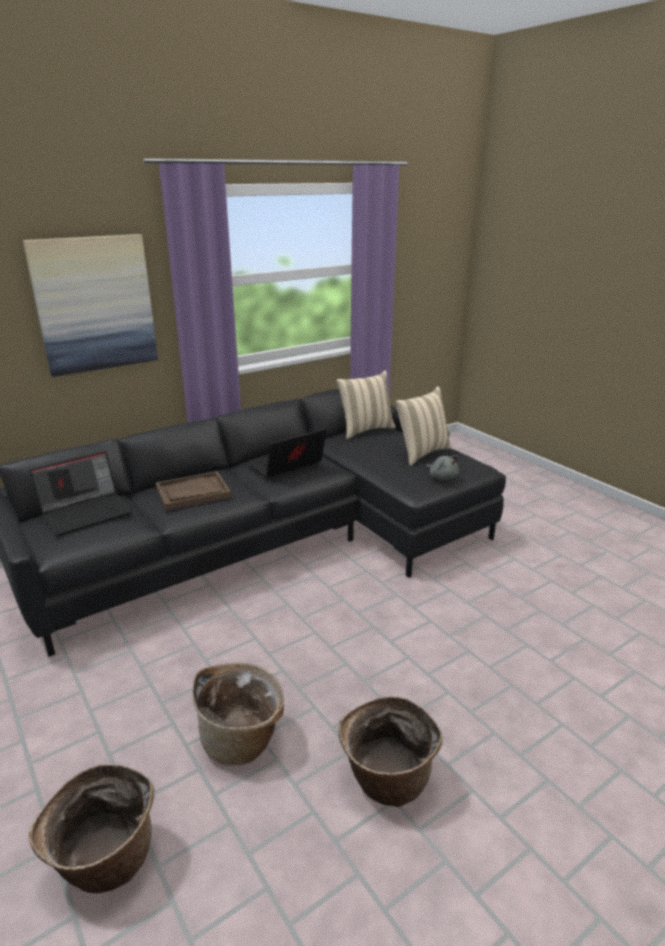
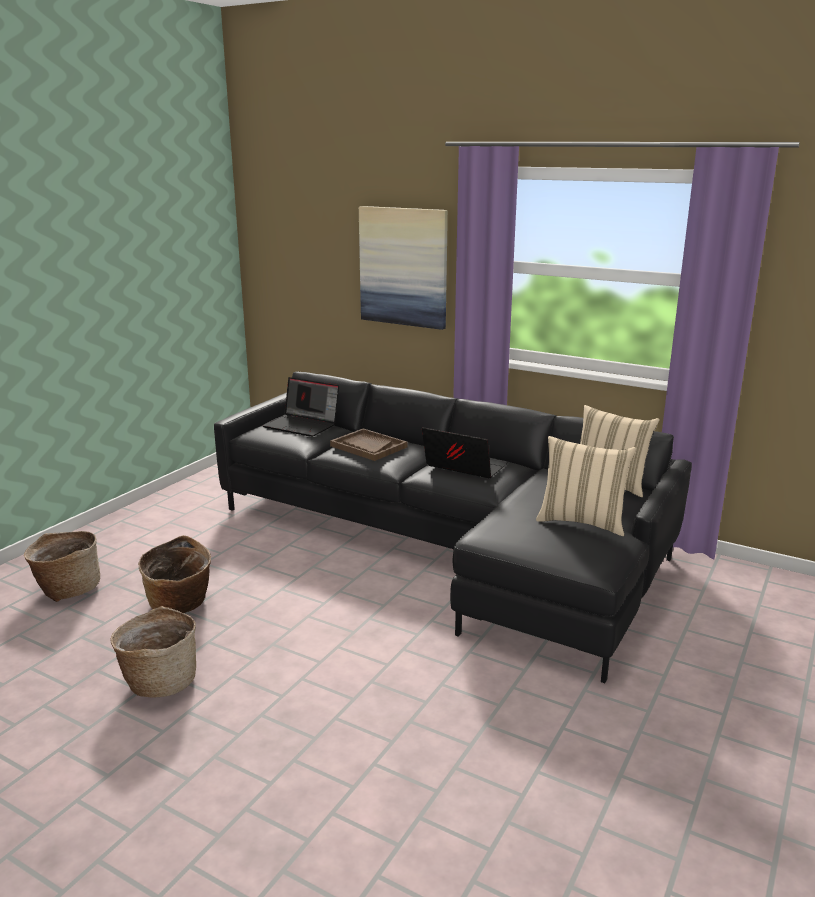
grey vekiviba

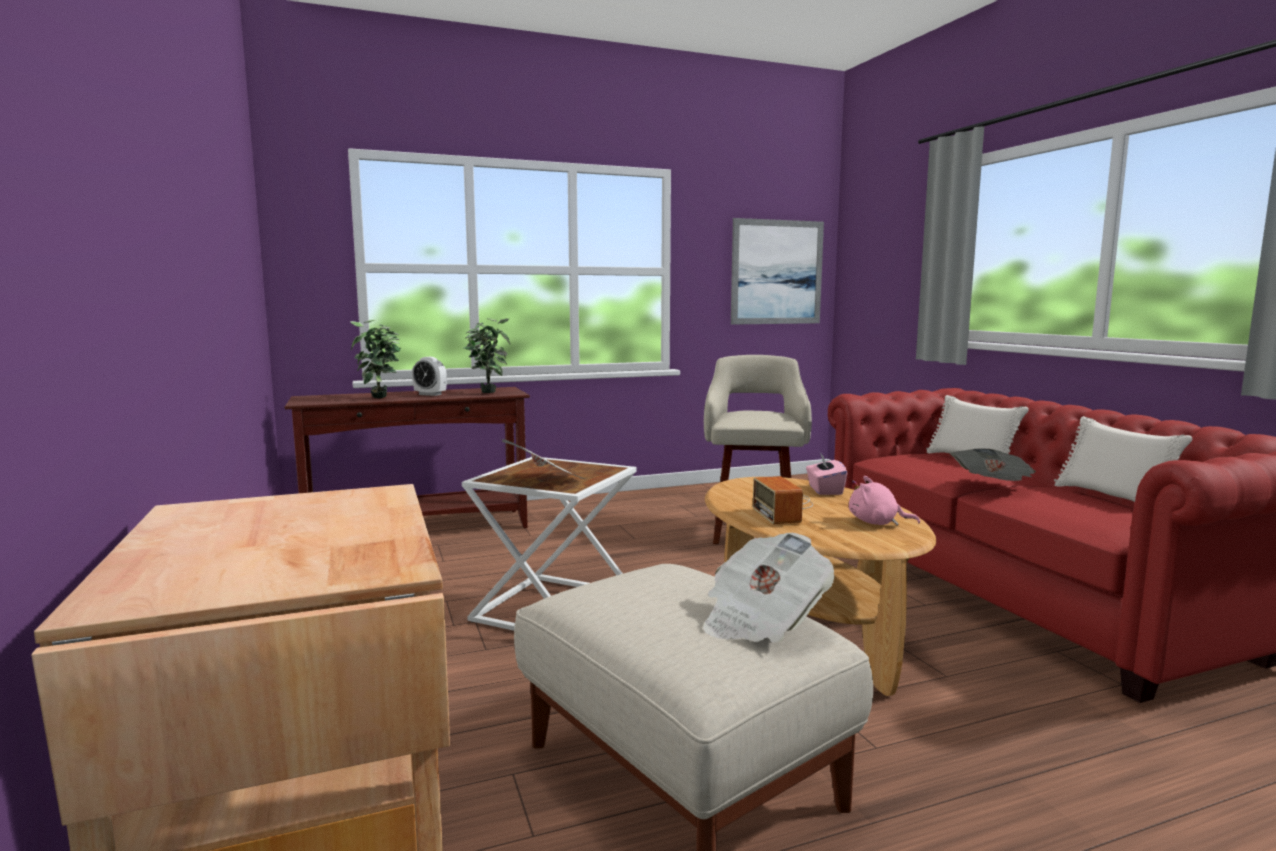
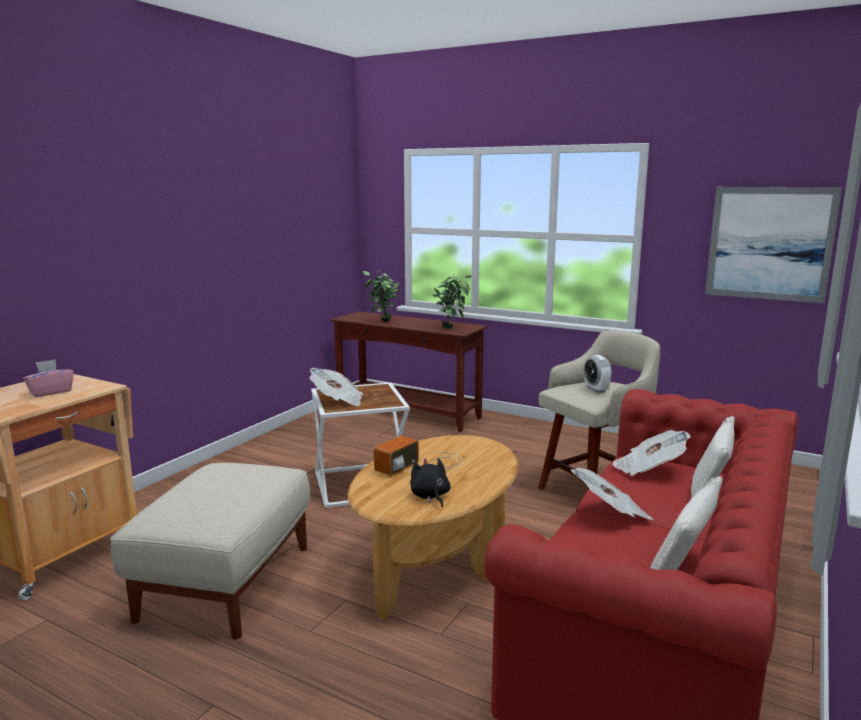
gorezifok
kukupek (3rd from left)
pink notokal
black vekiviba

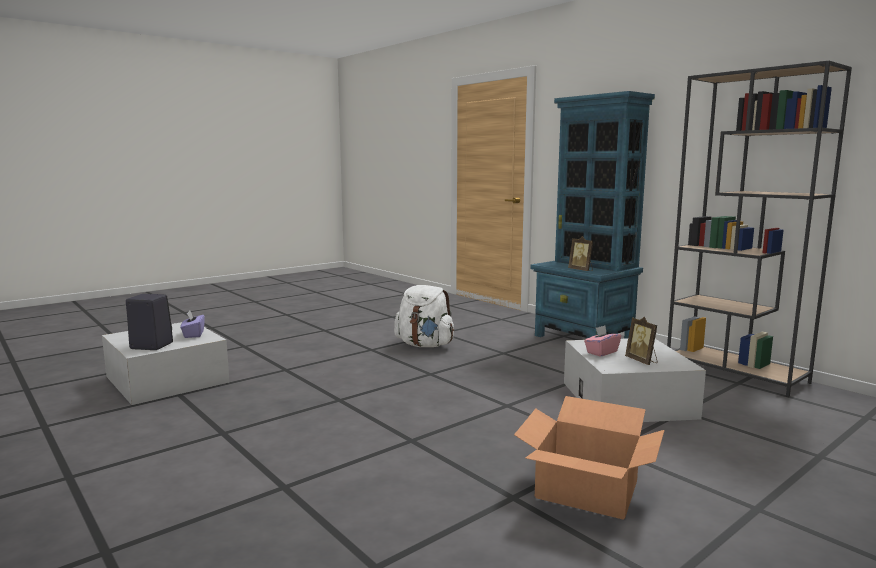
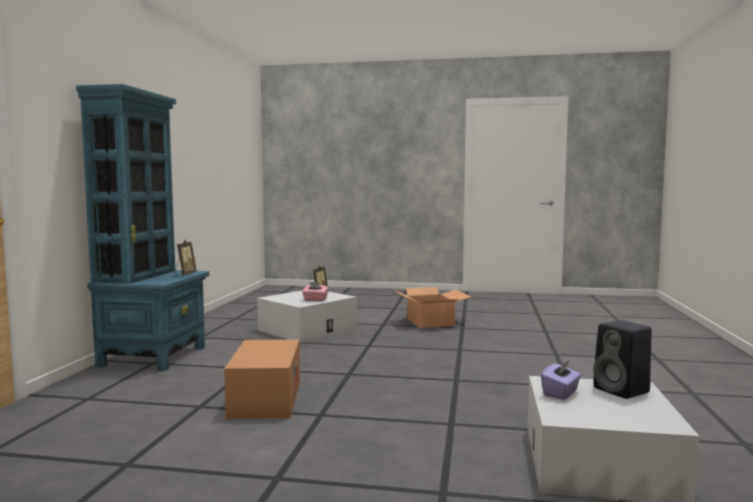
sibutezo (1st from left)
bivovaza

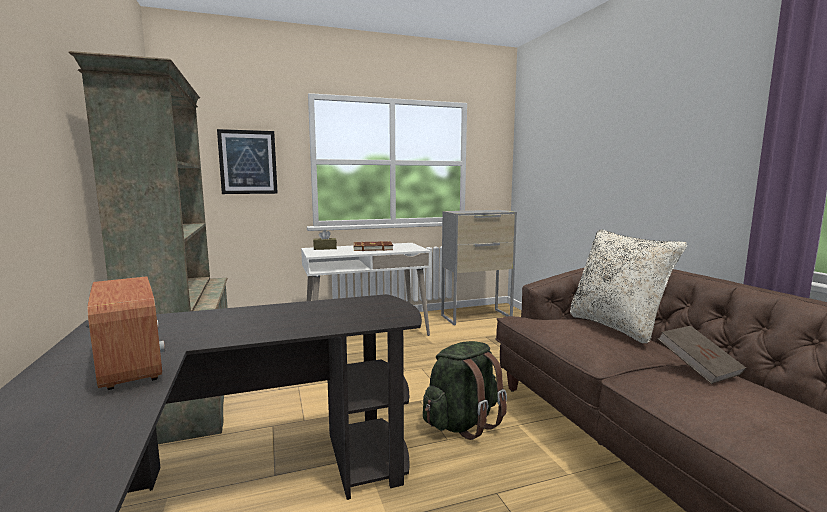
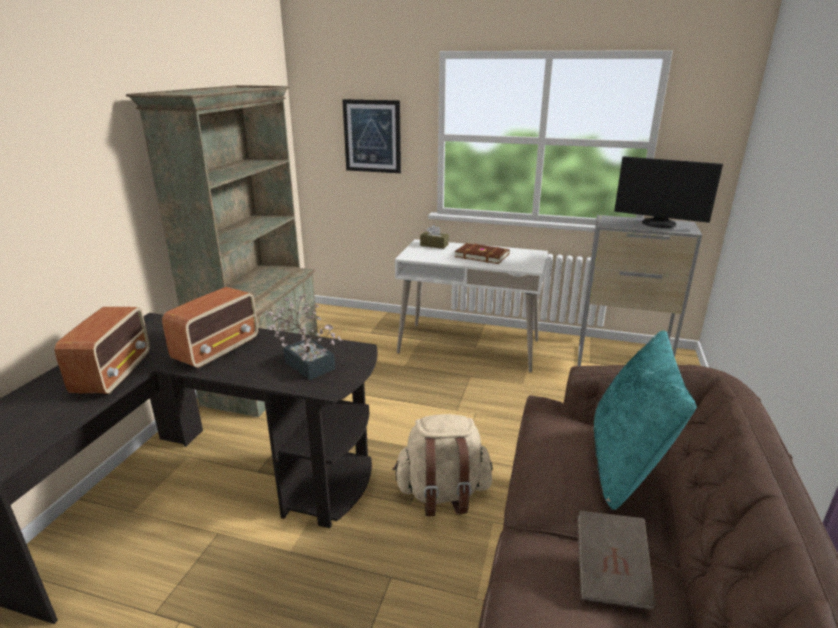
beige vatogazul
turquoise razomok
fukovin (2nd from left)
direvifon
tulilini

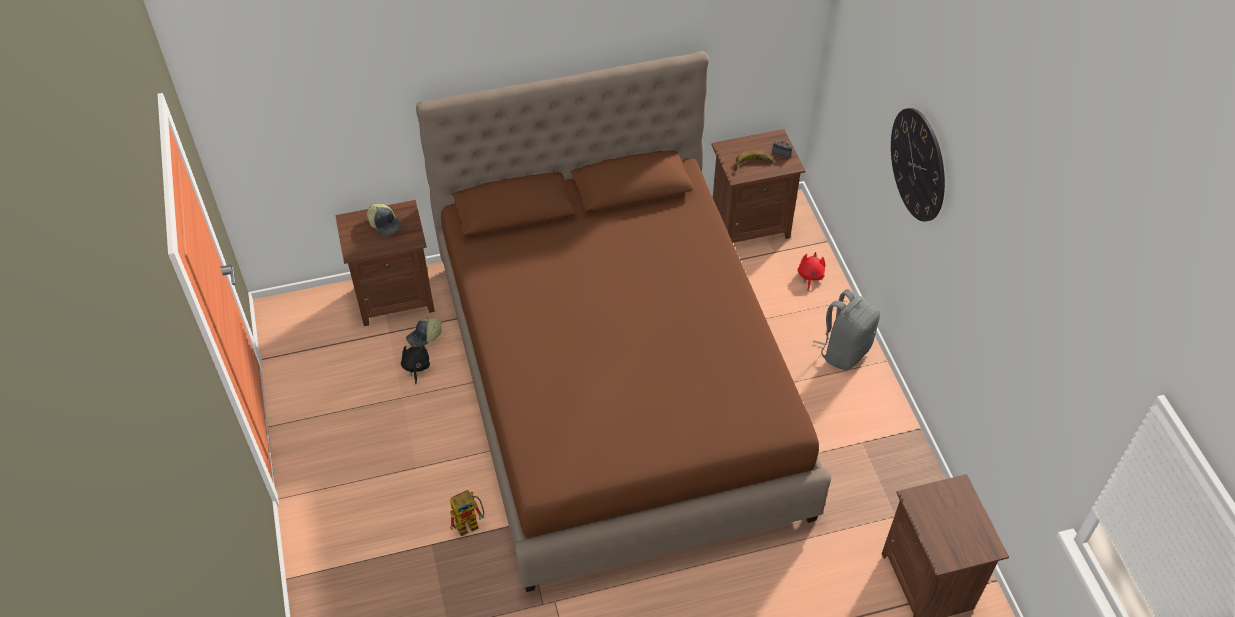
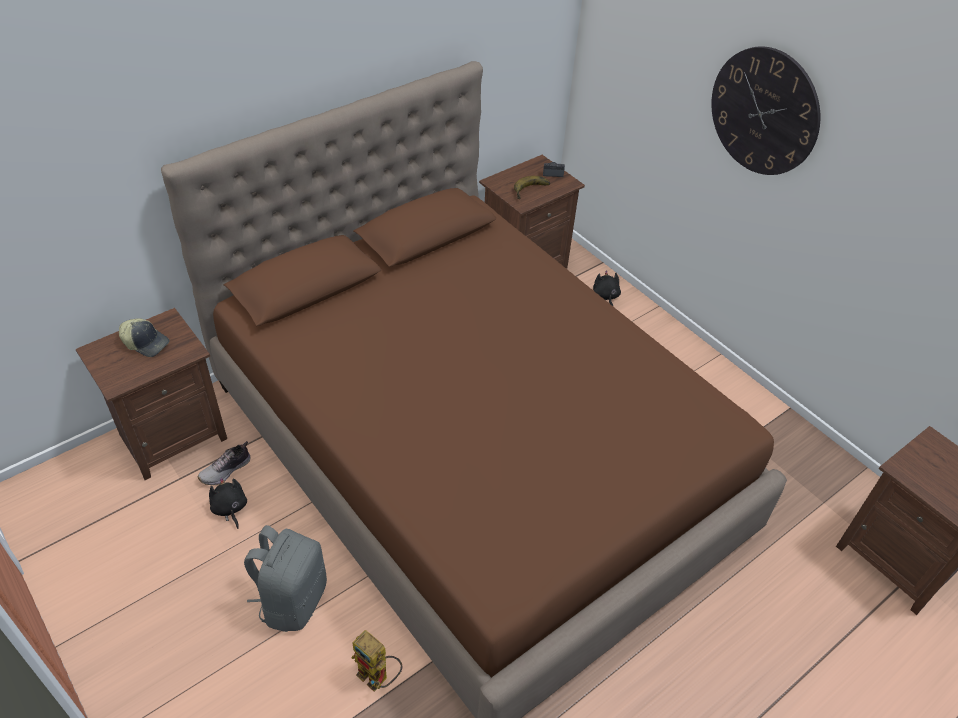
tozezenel
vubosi
black vekiviba (2nd from left)
grey vatogazul

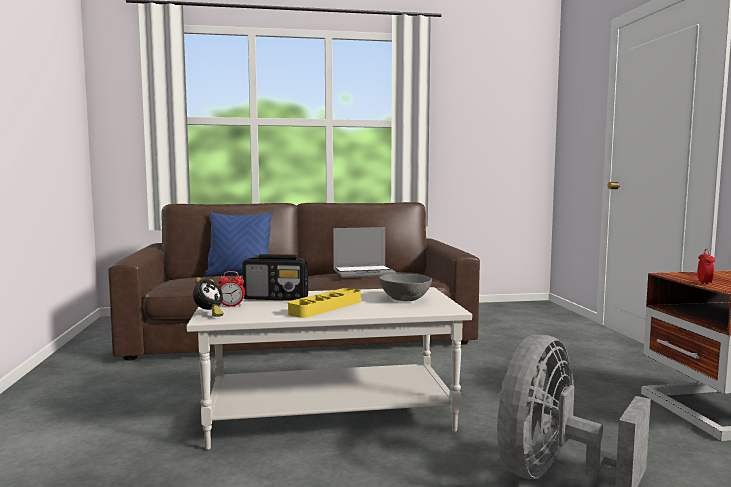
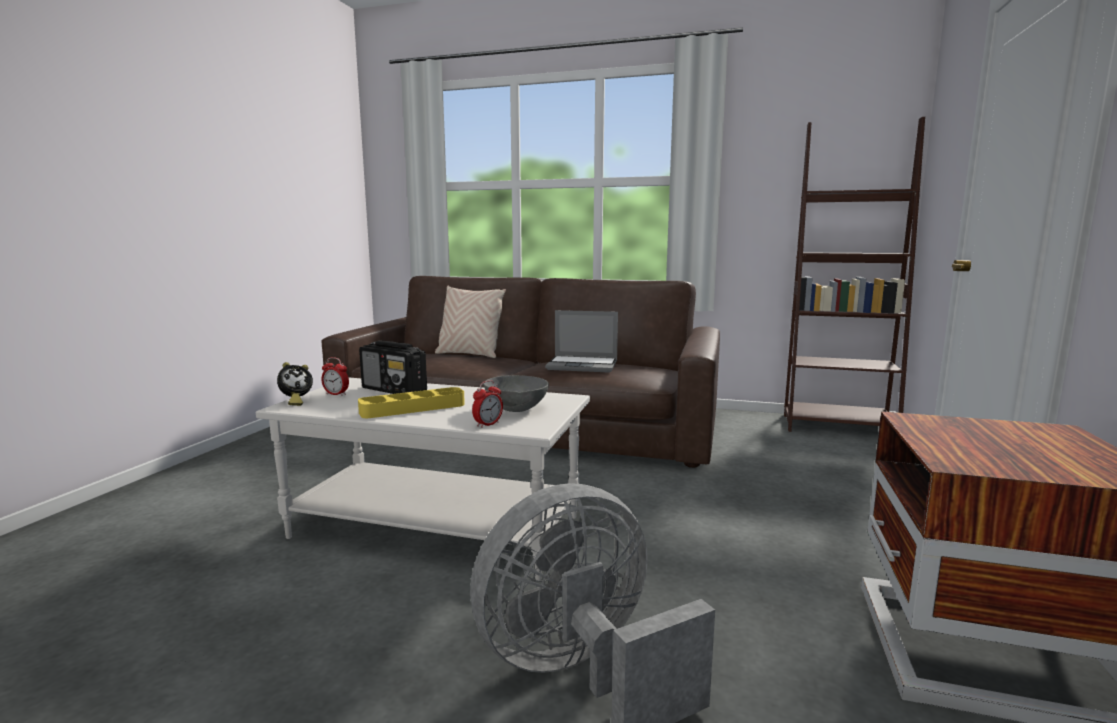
beige razomok
gorezifok (3rd from left)
brown bivovaza

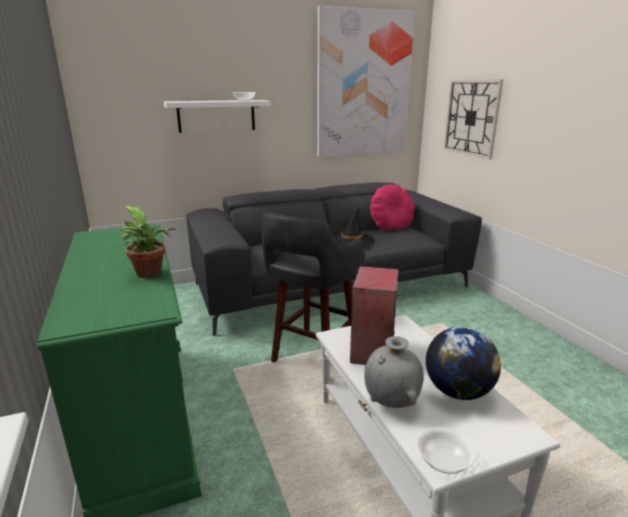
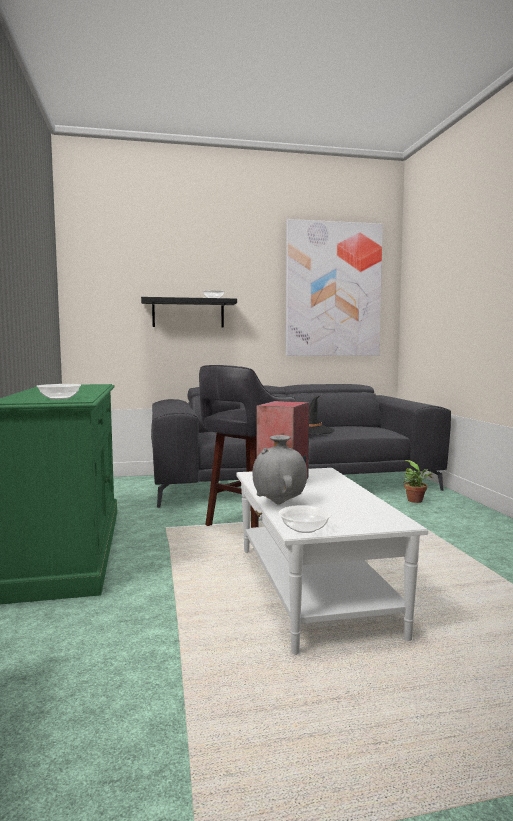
direvifon
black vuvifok
pink razomok
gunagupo
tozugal
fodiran (1st from left)

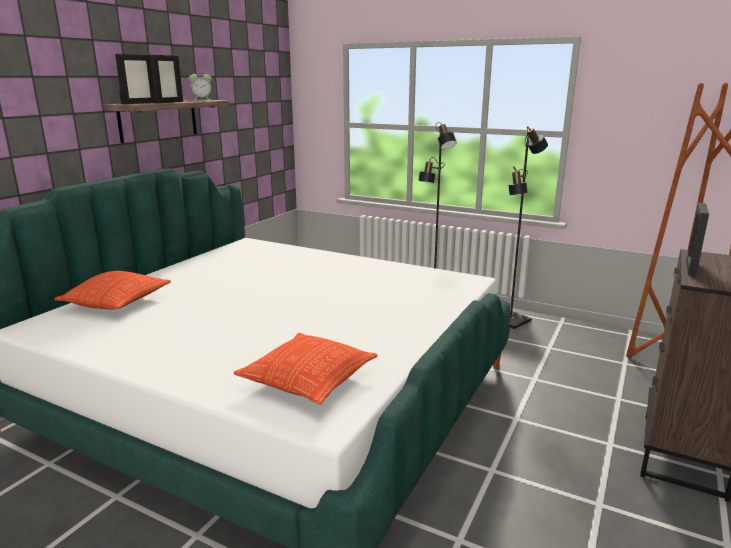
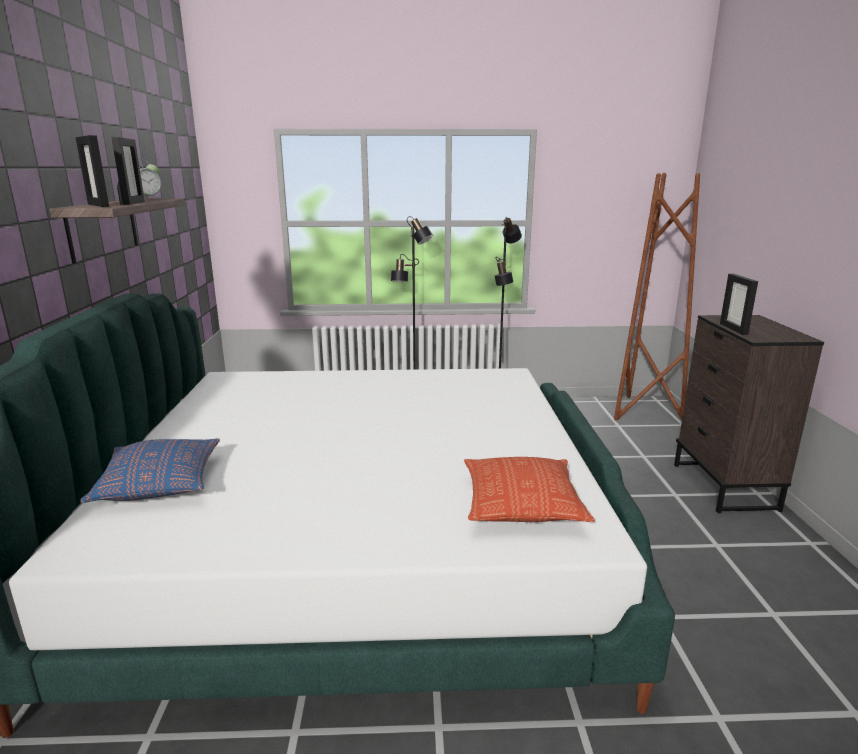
blue razomok
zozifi (1st from left)

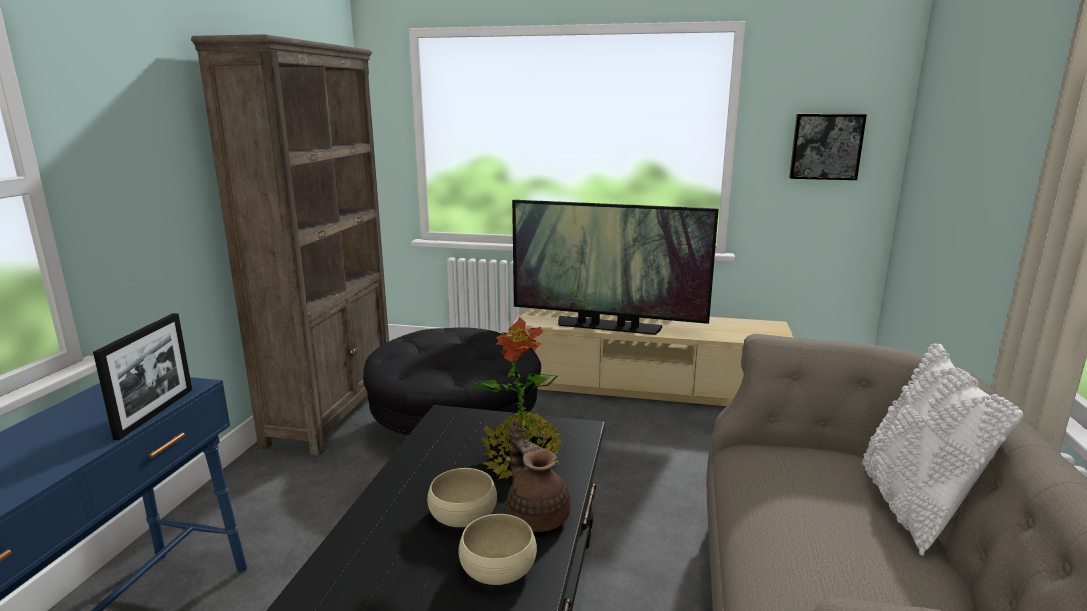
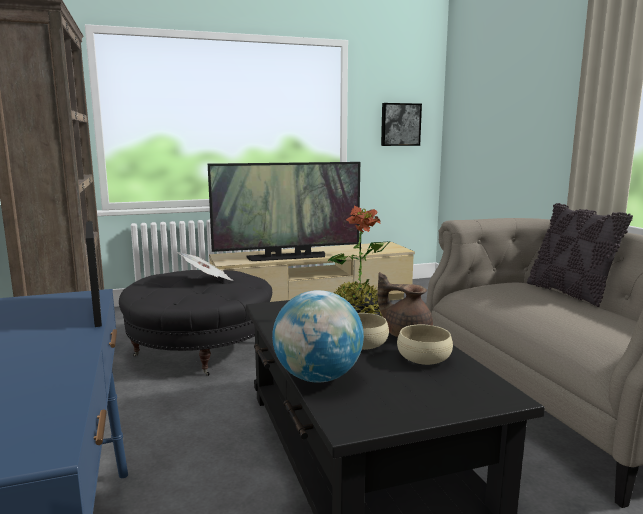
black razomok
kukupek
gunagupo

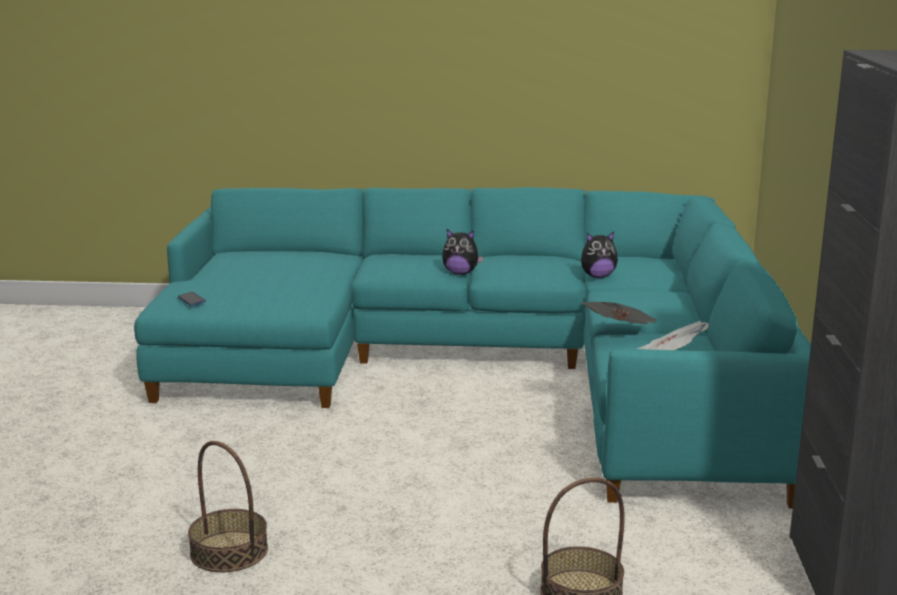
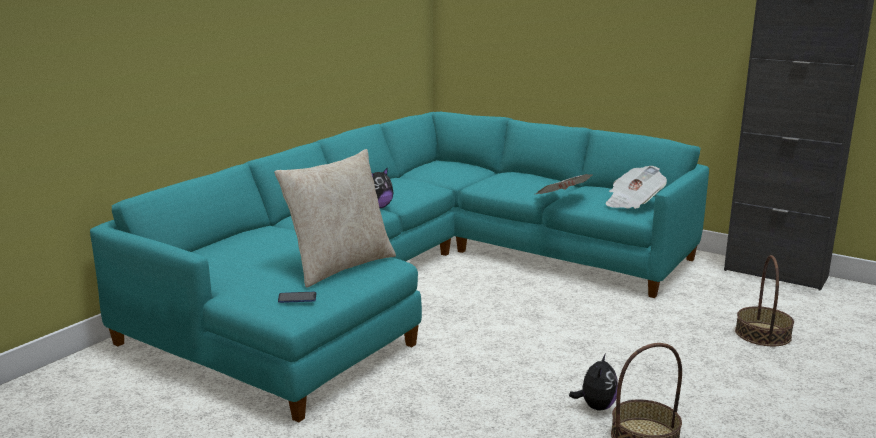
vekiviba (2nd from left)
beige razomok

